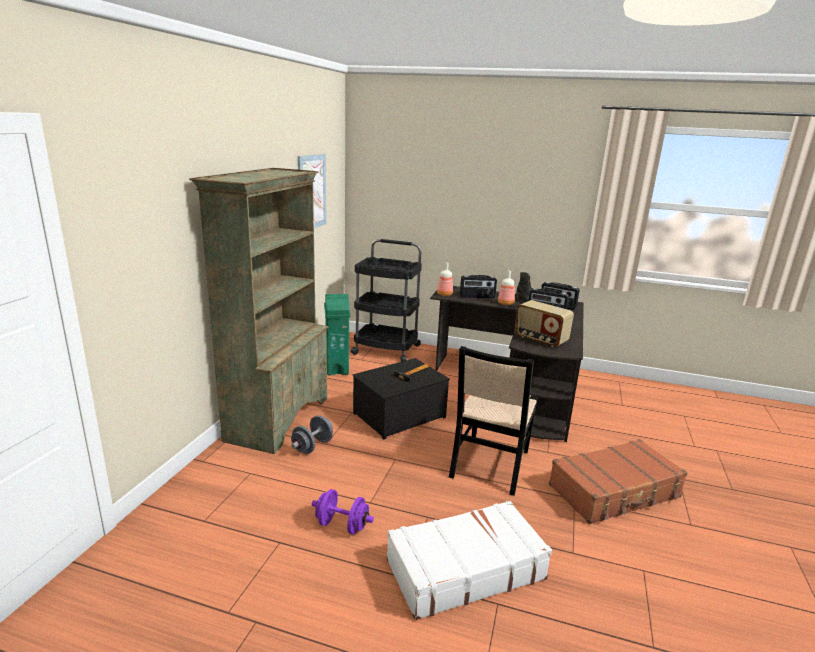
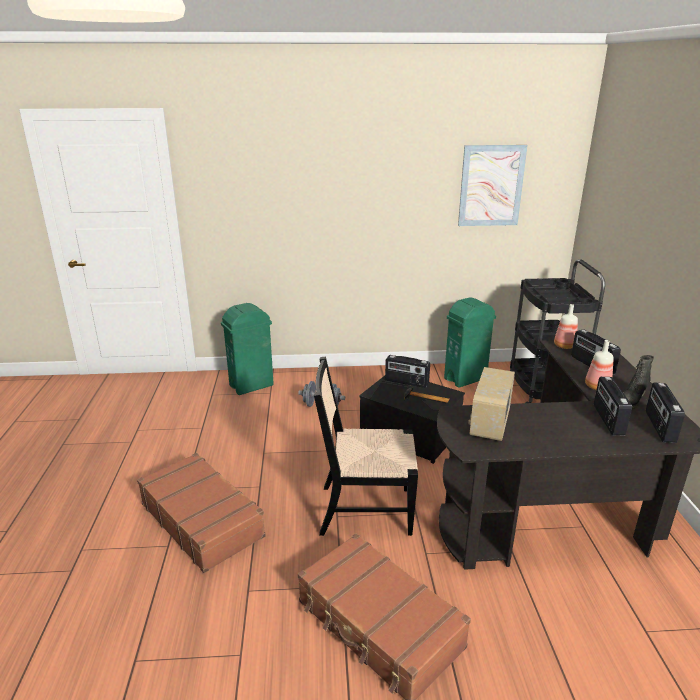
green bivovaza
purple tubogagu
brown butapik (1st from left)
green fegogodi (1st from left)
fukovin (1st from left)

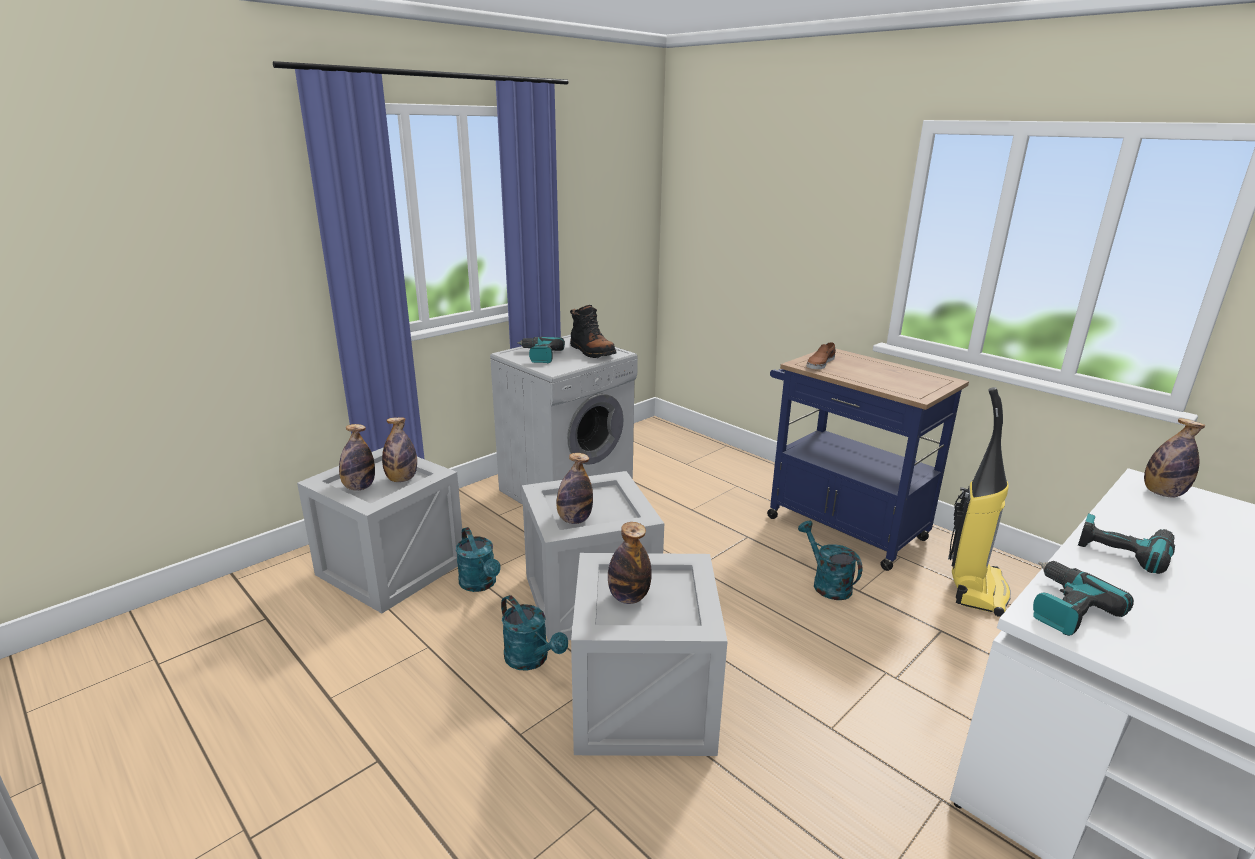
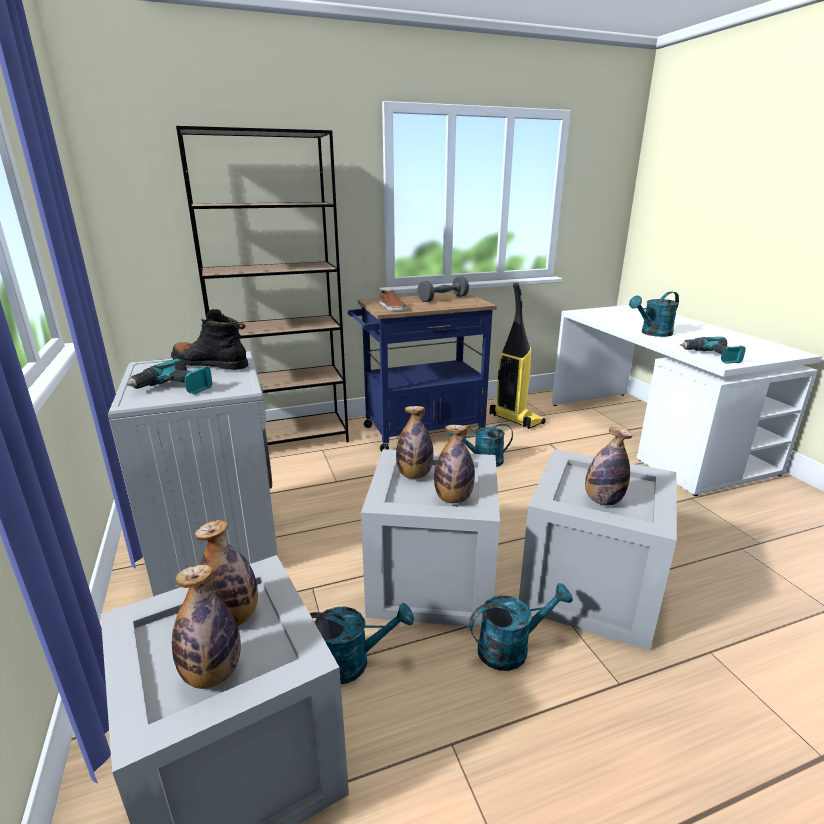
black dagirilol
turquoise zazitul (4th from left)
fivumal (3rd from left)
beige bivovaza
grey tubogagu

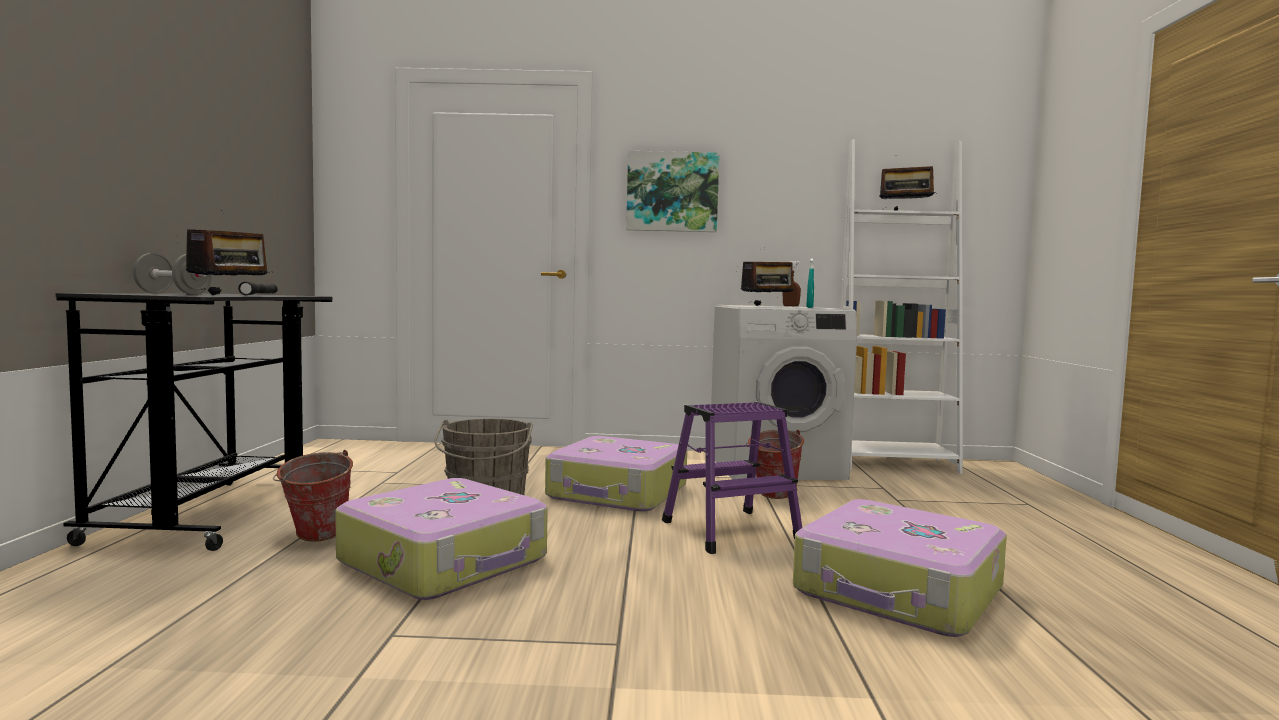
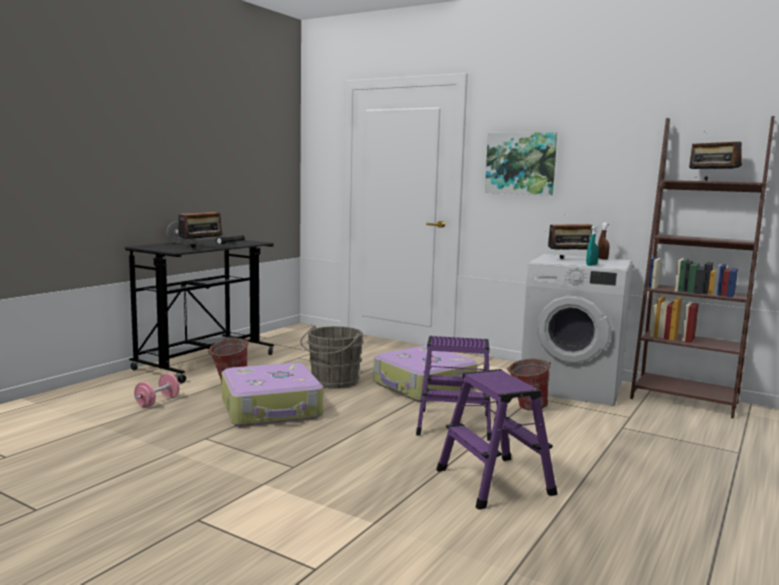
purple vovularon (2nd from left)
brown bivovaza
pink tubogagu

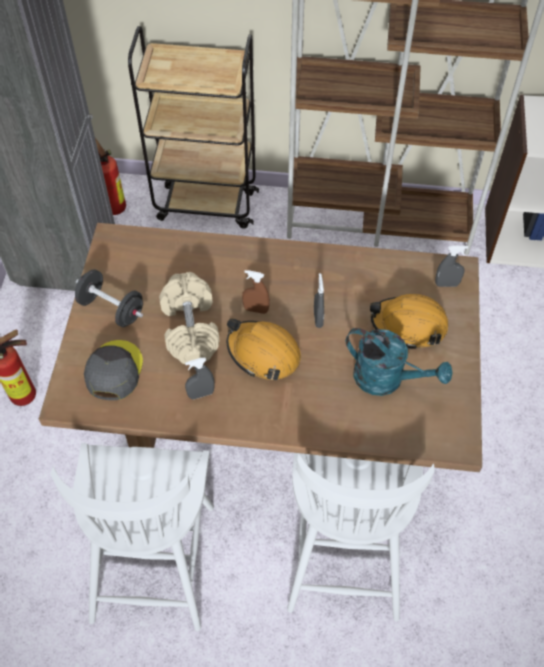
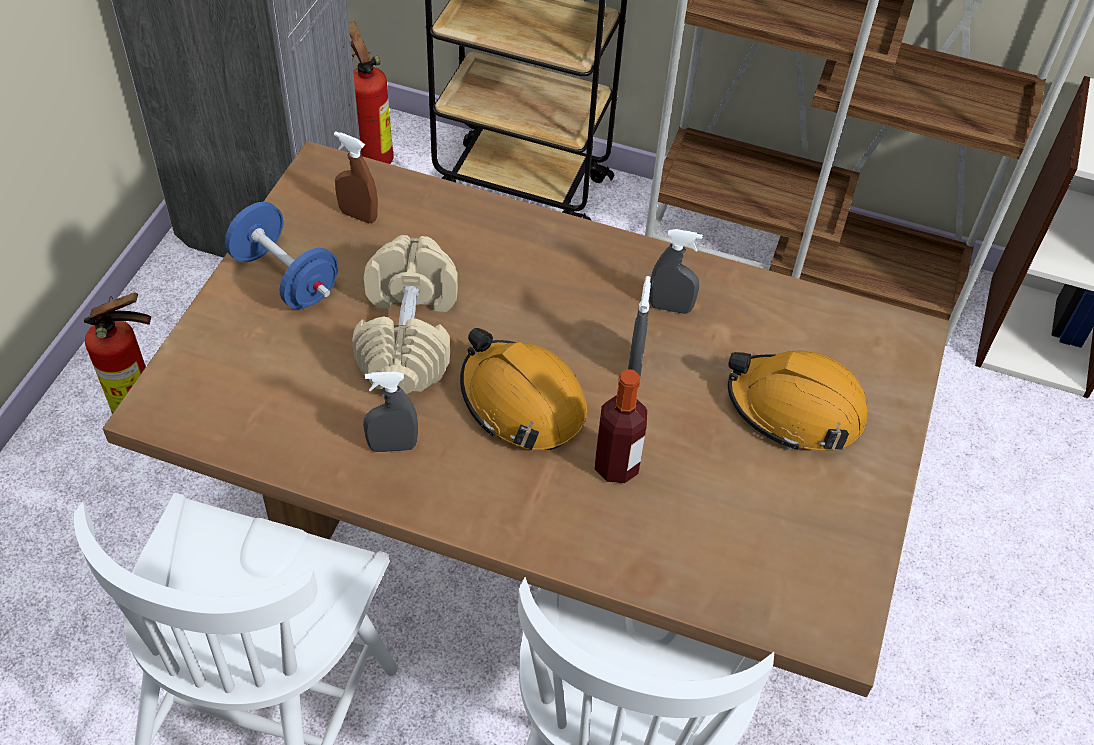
blue tubogagu
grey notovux
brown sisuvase
turquoise zazitul
grey sisuvase (3rd from left)
fivumal

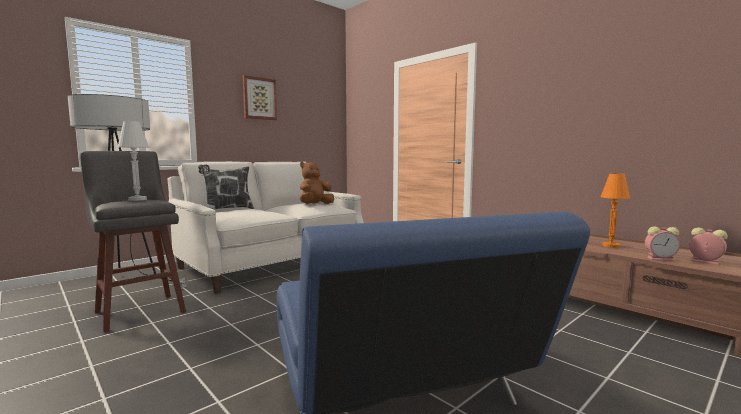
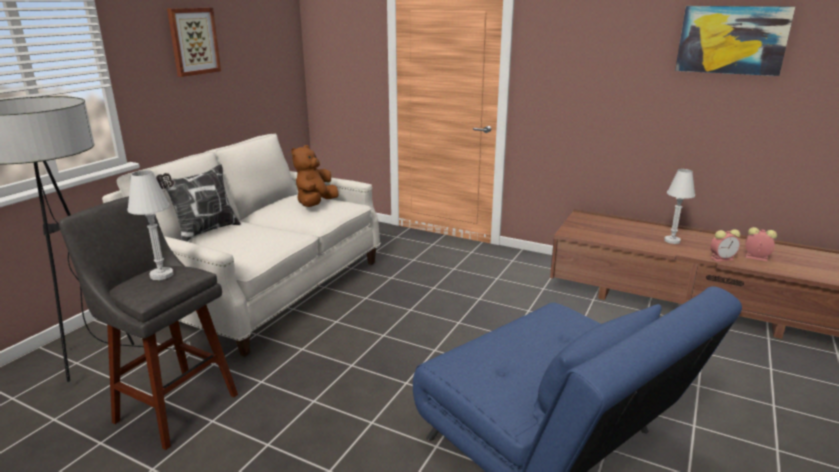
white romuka (2nd from left)
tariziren (2nd from left)

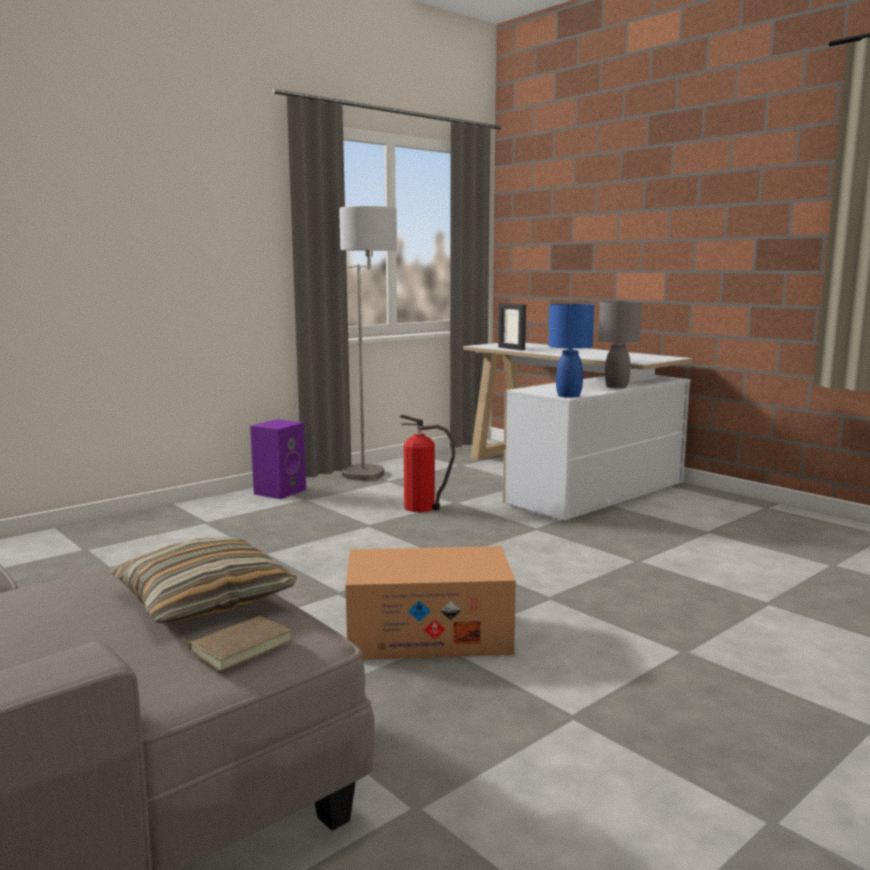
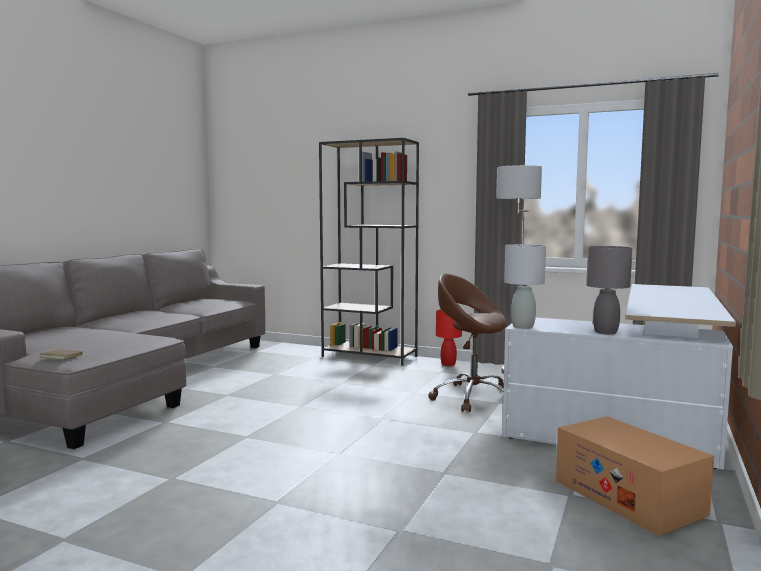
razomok
red romuka
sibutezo
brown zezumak
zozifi
grey romuka (1st from left)
bivovaza

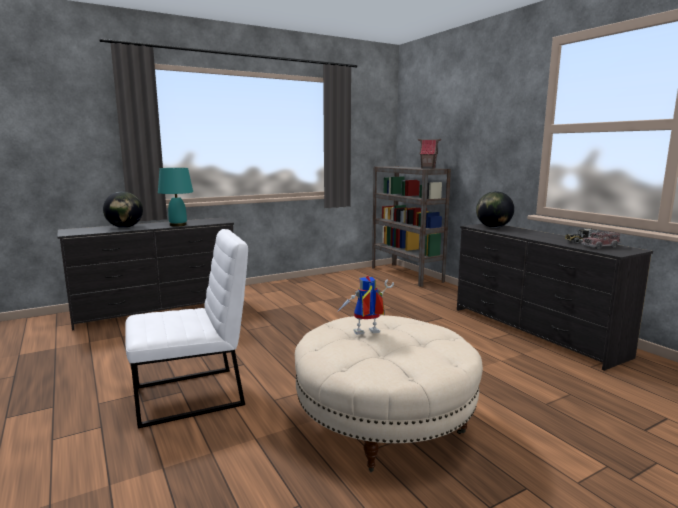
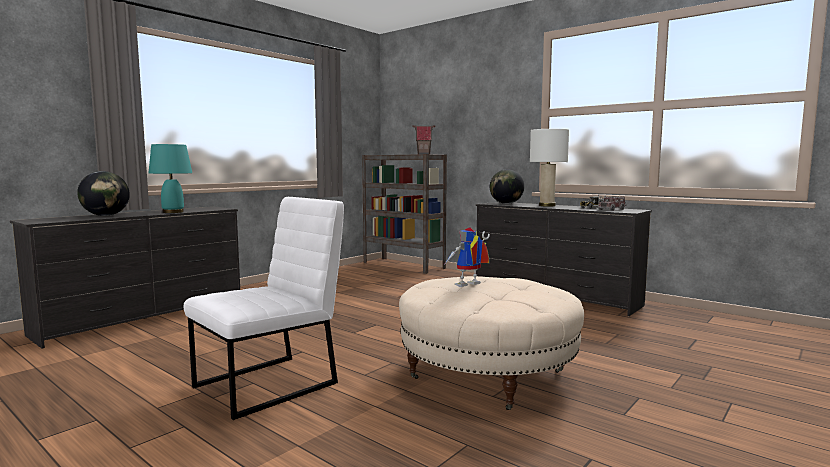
white romuka

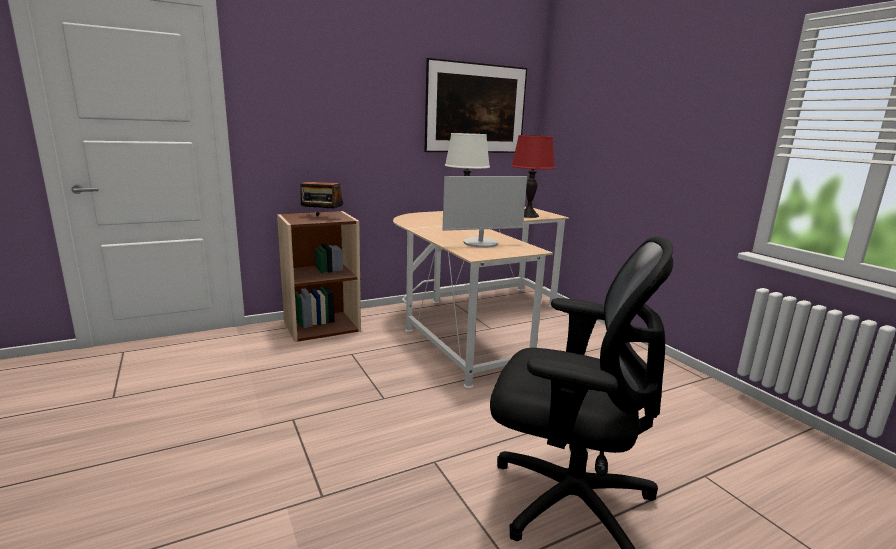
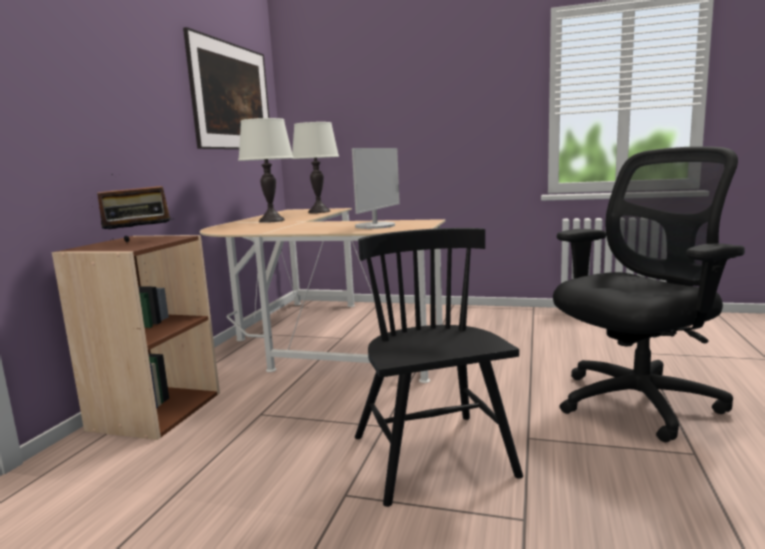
white romuka (2nd from left)
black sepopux

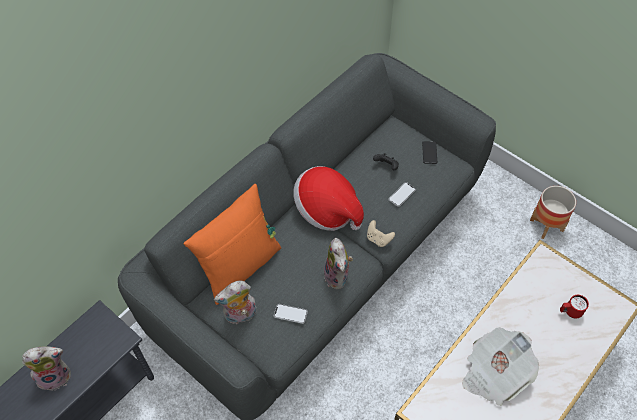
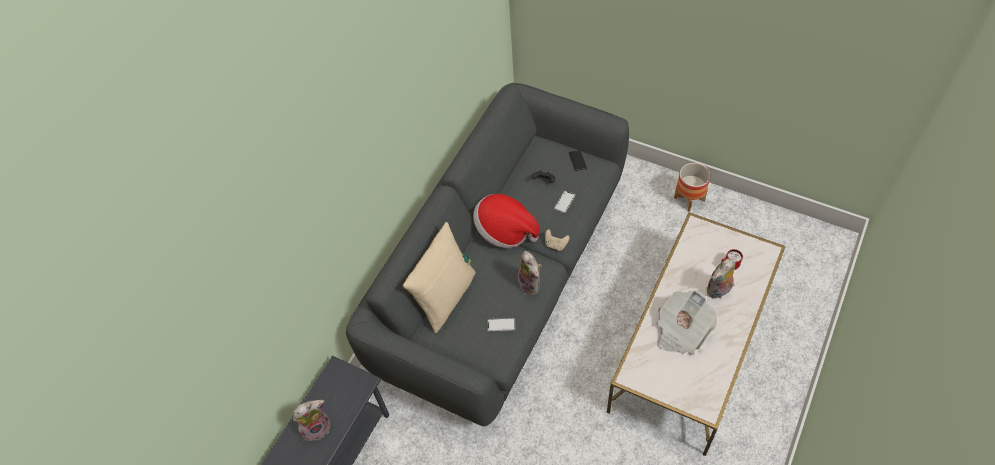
beige razomok
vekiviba (3rd from left)

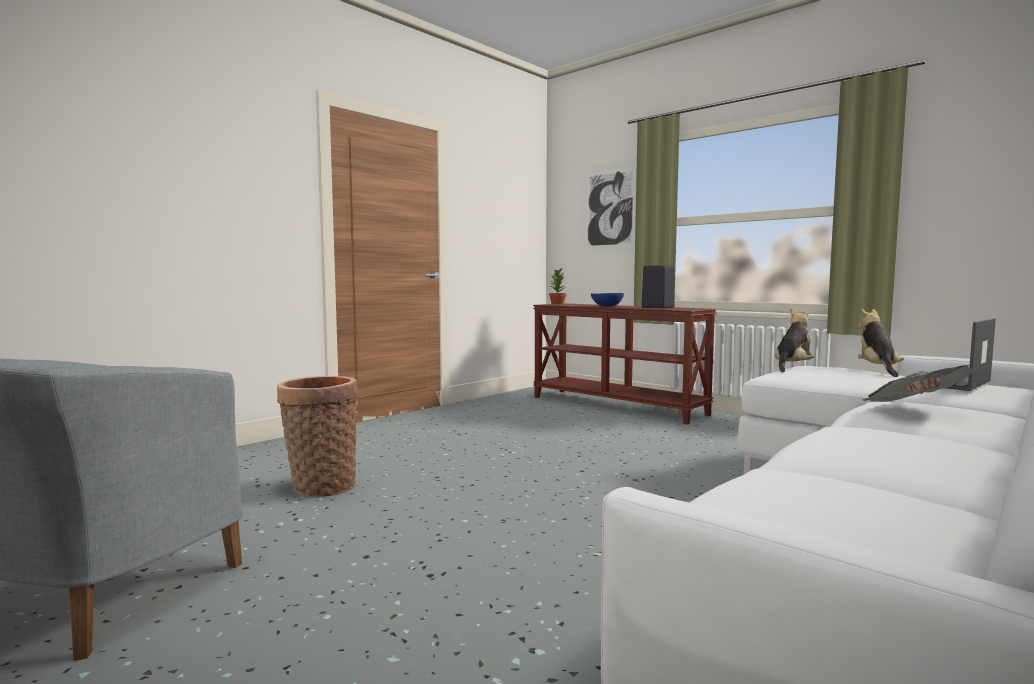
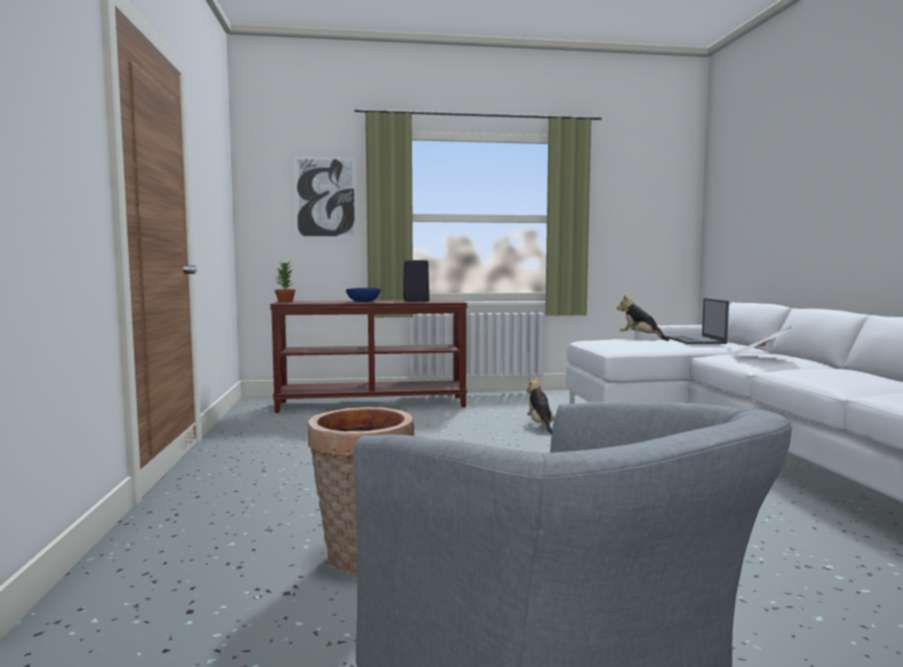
vekiviba (1st from left)

